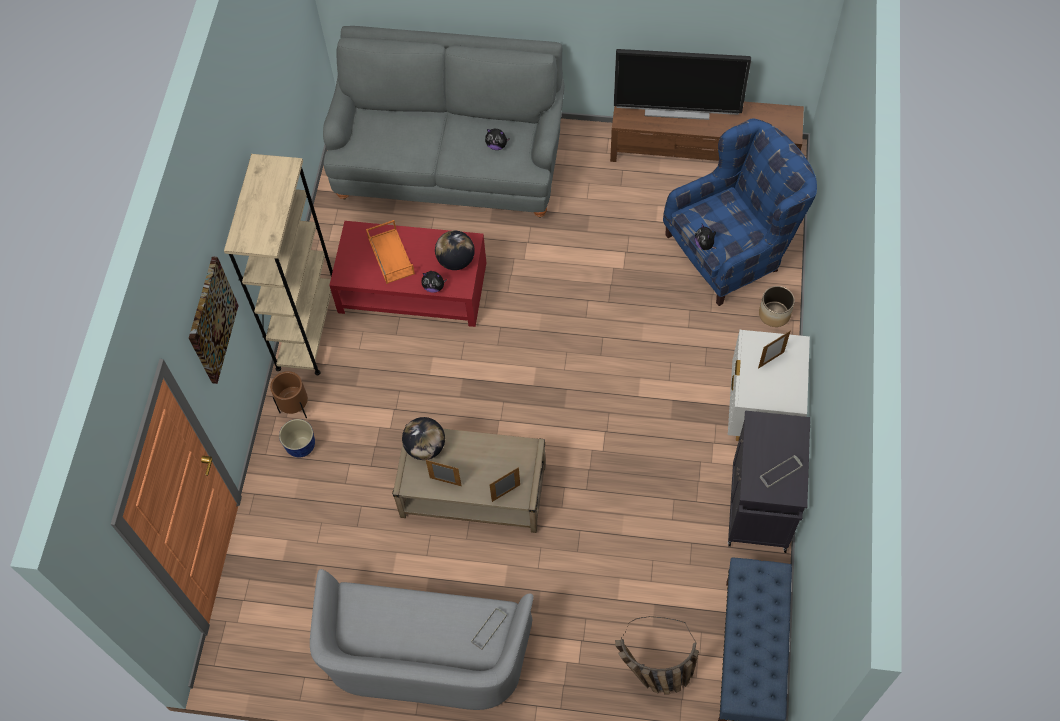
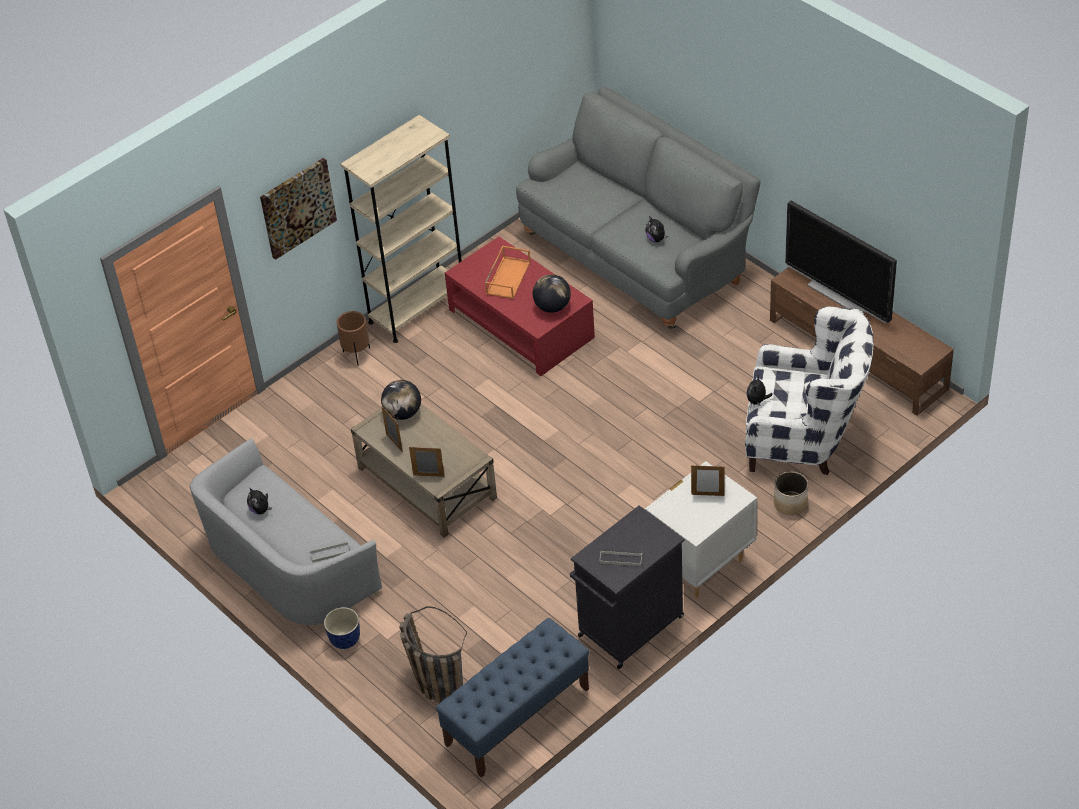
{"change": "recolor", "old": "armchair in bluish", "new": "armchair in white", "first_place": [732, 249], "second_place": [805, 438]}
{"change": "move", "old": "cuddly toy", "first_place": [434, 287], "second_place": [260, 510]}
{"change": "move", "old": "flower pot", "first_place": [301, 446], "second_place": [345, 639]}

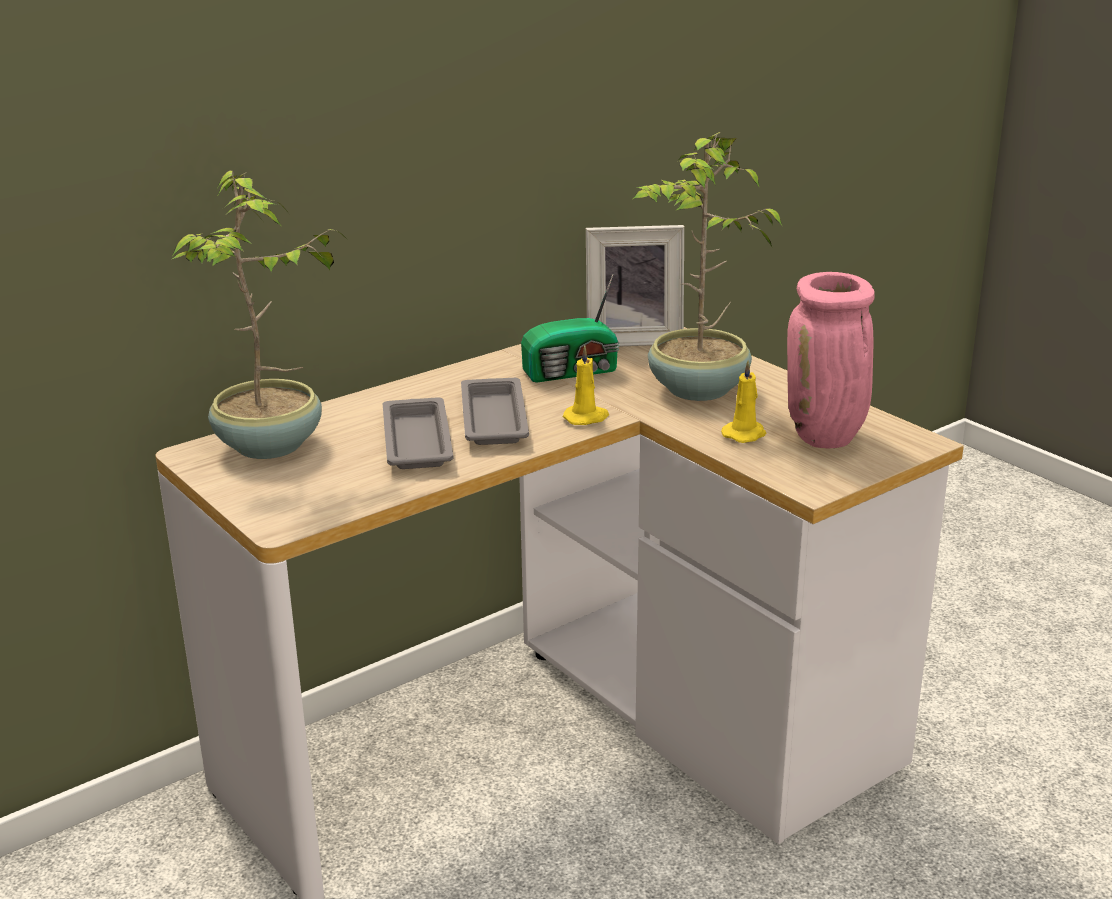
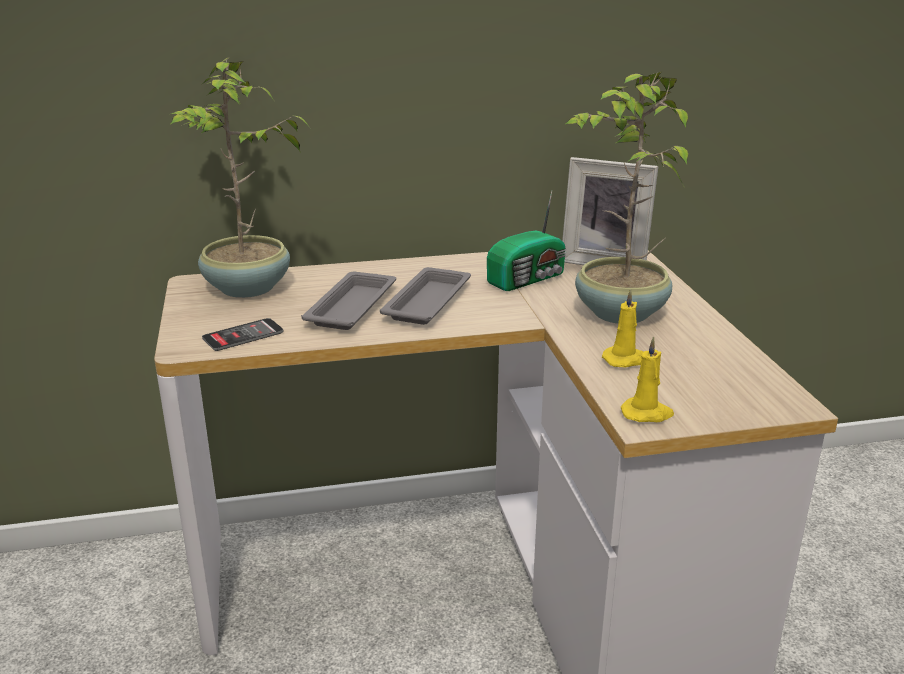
{"change": "delete", "old": "decorative vase in pink-coloured", "first_place": [826, 438]}
{"change": "rotate", "old": "radio", "first_place": [573, 372], "second_place": [529, 279], "degrees": -45}
{"change": "move", "old": "wax light in yellow", "first_place": [586, 418], "second_place": [647, 413]}
{"change": "insert", "new": "phone", "second_place": [243, 335]}

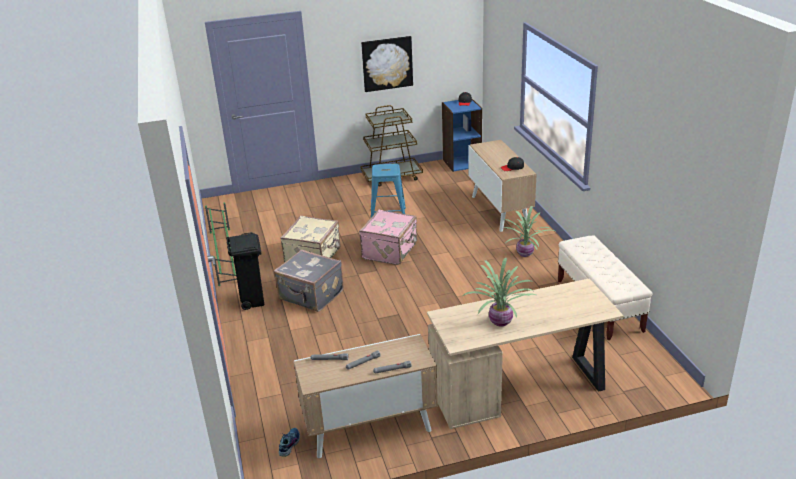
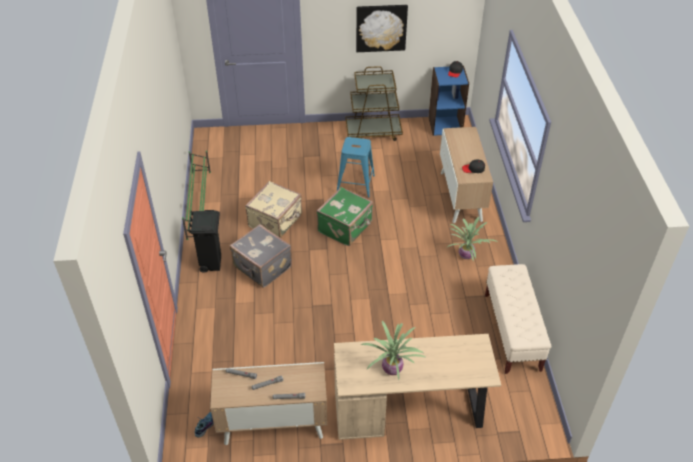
{"change": "recolor", "old": "suitcase in pink-coloured", "new": "suitcase in greenish", "first_place": [391, 251], "second_place": [346, 227]}

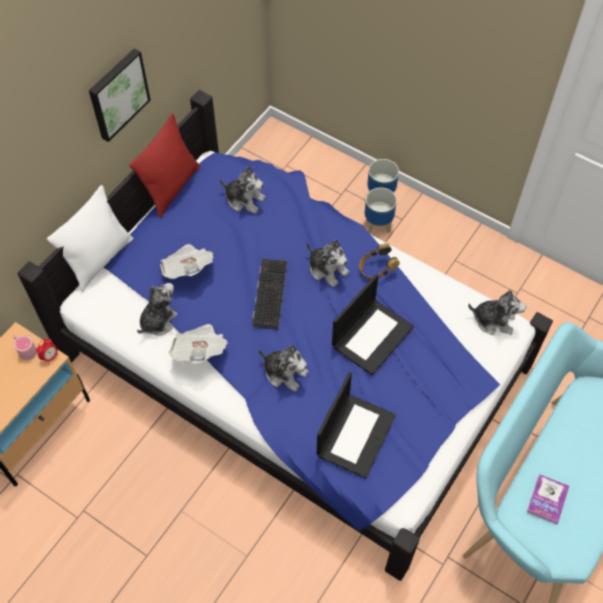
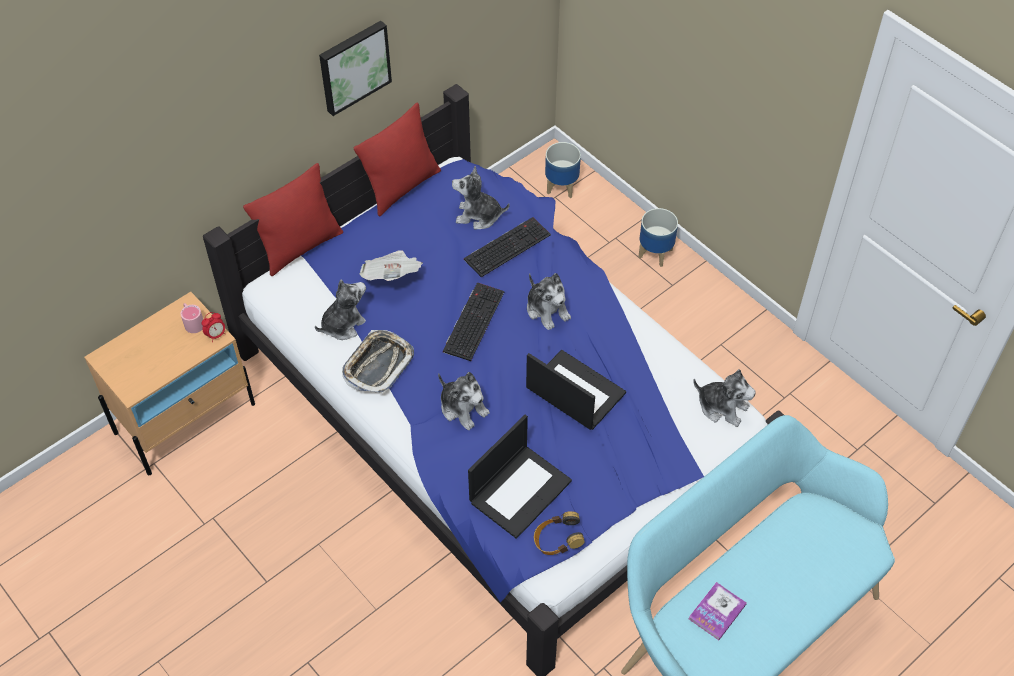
{"change": "rotate", "old": "cuddly toy", "first_place": [244, 199], "second_place": [478, 216], "degrees": 150}
{"change": "recolor", "old": "pillow in white", "new": "pillow in red", "first_place": [100, 259], "second_place": [300, 247]}
{"change": "move", "old": "flower pot", "first_place": [378, 224], "second_place": [562, 187]}
{"change": "move", "old": "headphones", "first_place": [376, 269], "second_place": [557, 542]}
{"change": "rotate", "old": "portable computer", "first_place": [372, 335], "second_place": [574, 391], "degrees": -105}
{"change": "replace", "old": "printed paper", "new": "tray", "first_place": [200, 351], "second_place": [378, 365]}
{"change": "insert", "new": "PC keyboard", "second_place": [507, 246]}

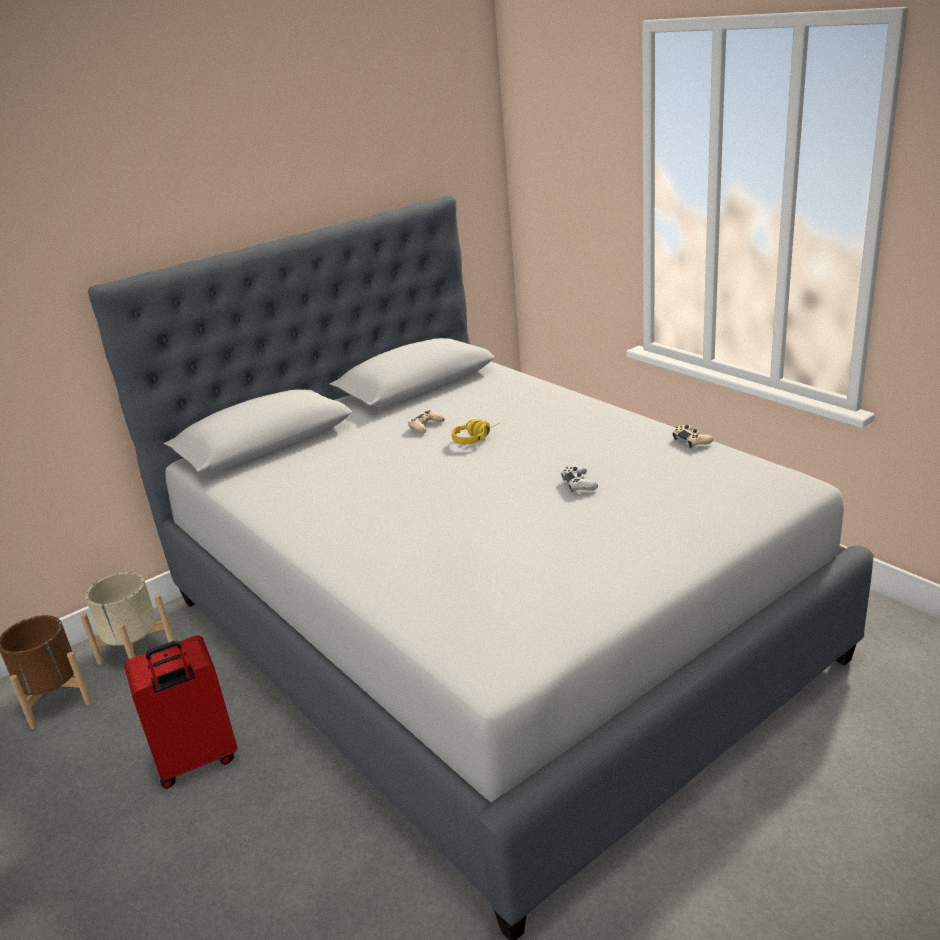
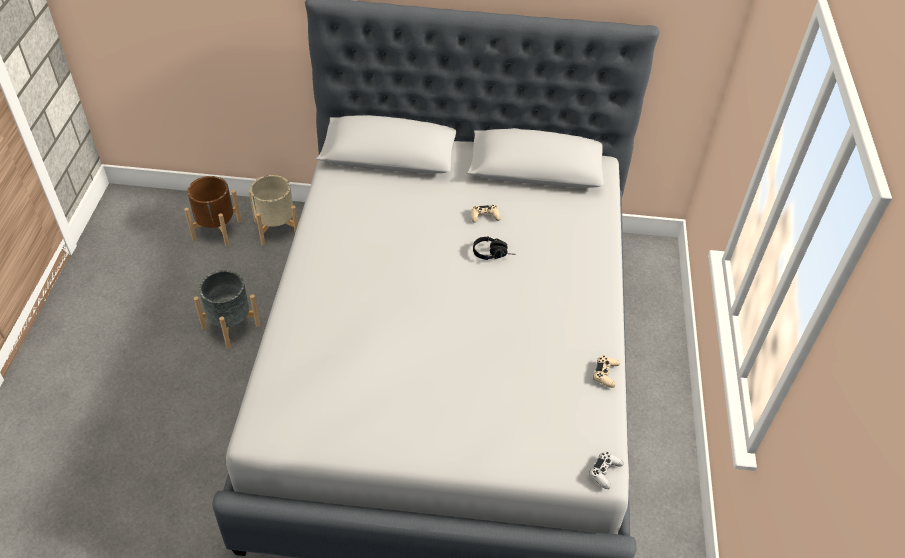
{"change": "recolor", "old": "headphones in yellow", "new": "headphones in black", "first_place": [476, 438], "second_place": [494, 253]}
{"change": "move", "old": "joypad in white", "first_place": [579, 484], "second_place": [605, 472]}
{"change": "replace", "old": "suitcase in red", "new": "flower pot in greyish", "first_place": [197, 761], "second_place": [231, 326]}

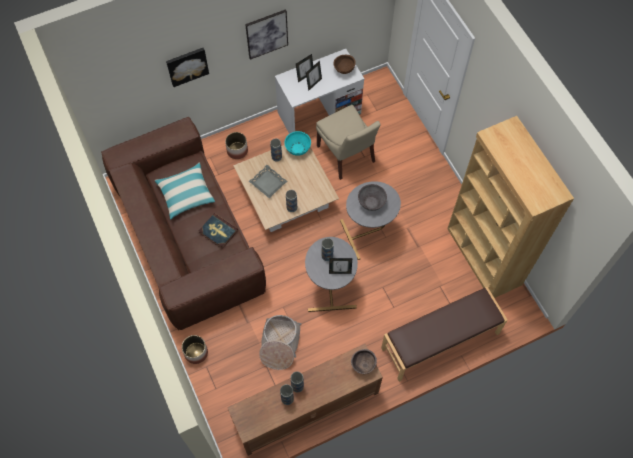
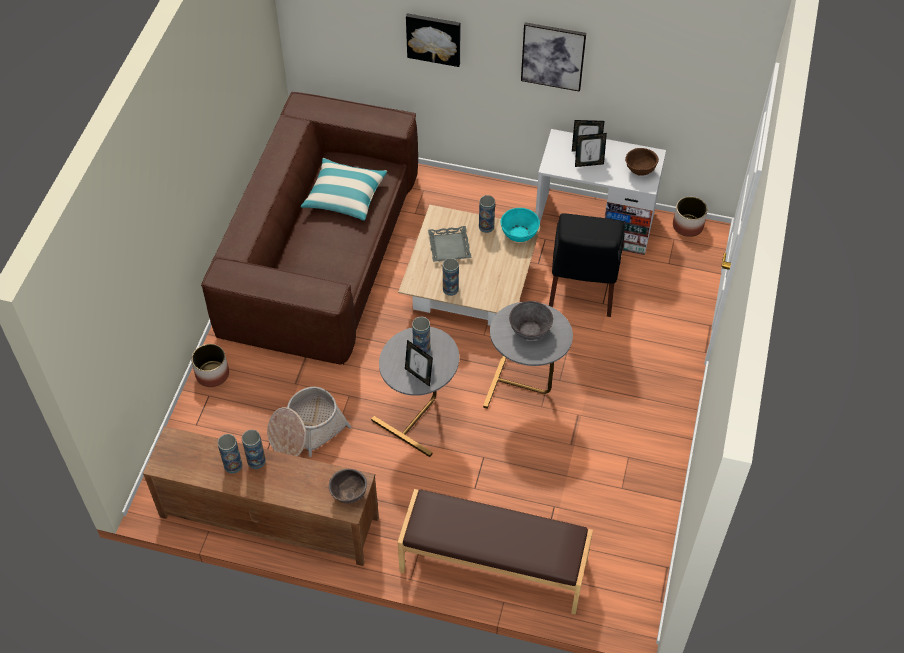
{"change": "recolor", "old": "chair in beige-coloured", "new": "chair in black", "first_place": [346, 155], "second_place": [582, 288]}
{"change": "delete", "old": "bookshelf in brown", "first_place": [483, 257]}
{"change": "move", "old": "flower pot", "first_place": [237, 150], "second_place": [688, 225]}
{"change": "delete", "old": "book", "first_place": [218, 231]}

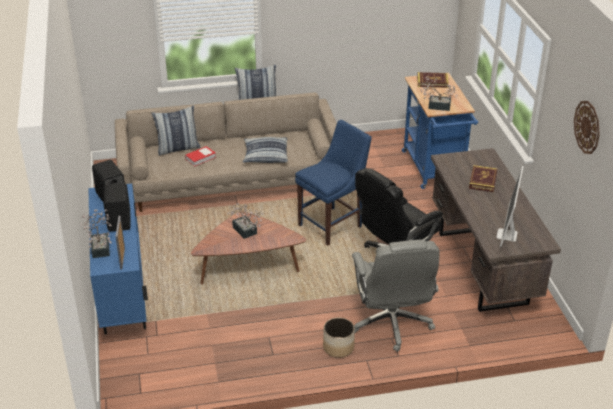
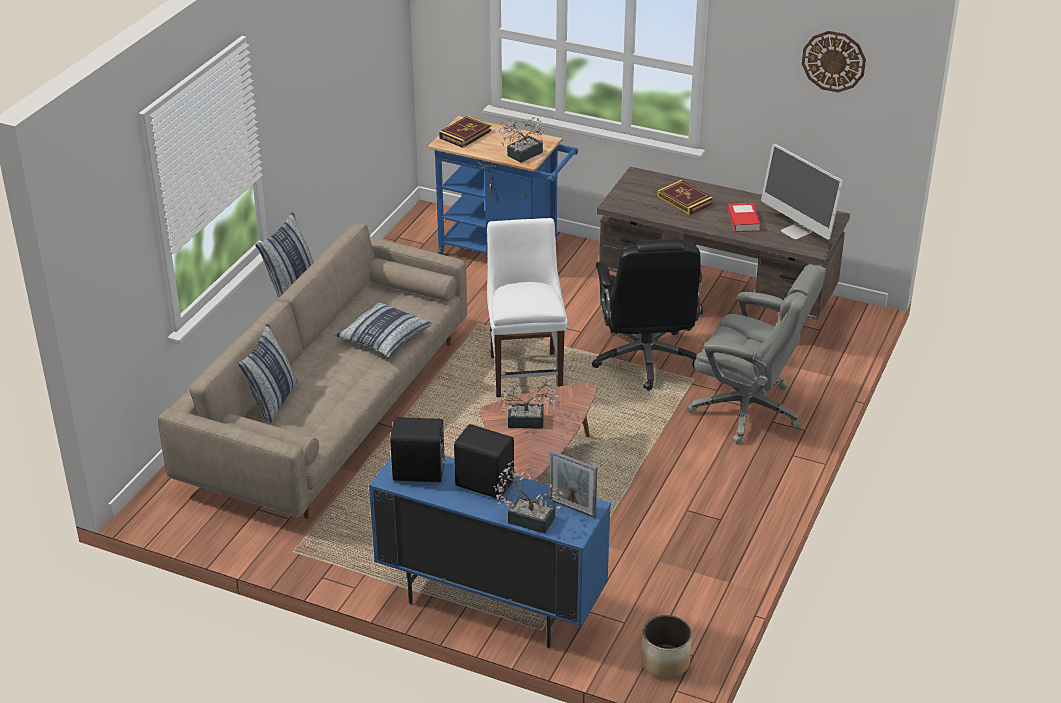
{"change": "recolor", "old": "chair in bluish", "new": "chair in white", "first_place": [332, 225], "second_place": [526, 371]}
{"change": "move", "old": "book", "first_place": [200, 158], "second_place": [743, 221]}
{"change": "move", "old": "flower pot", "first_place": [338, 347], "second_place": [665, 662]}

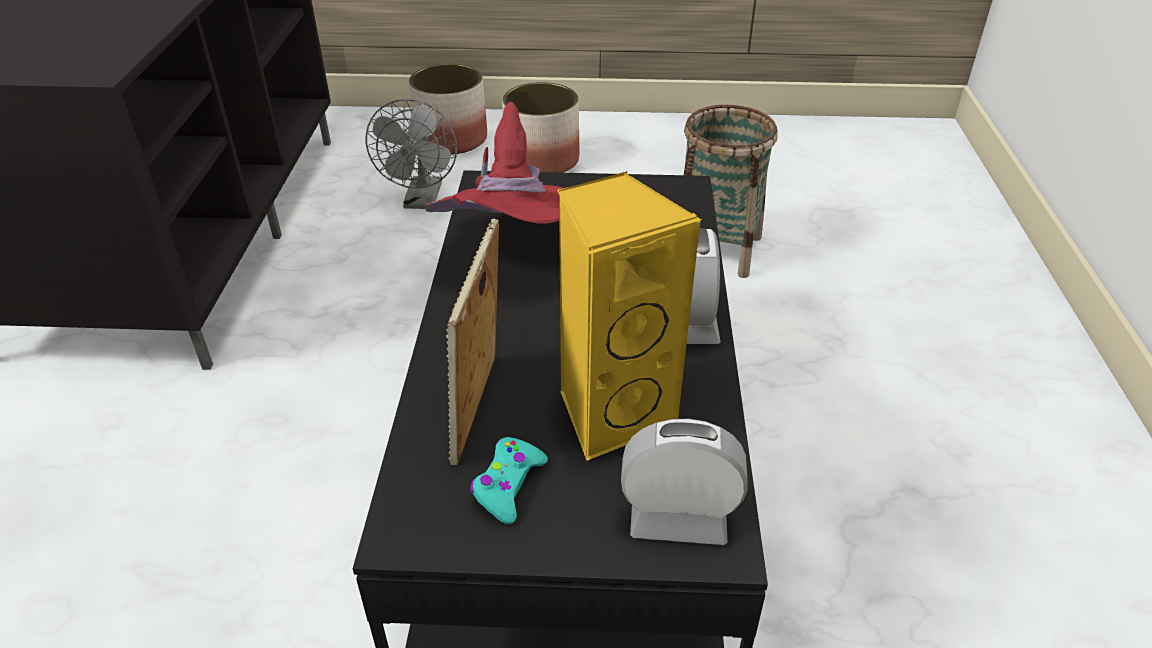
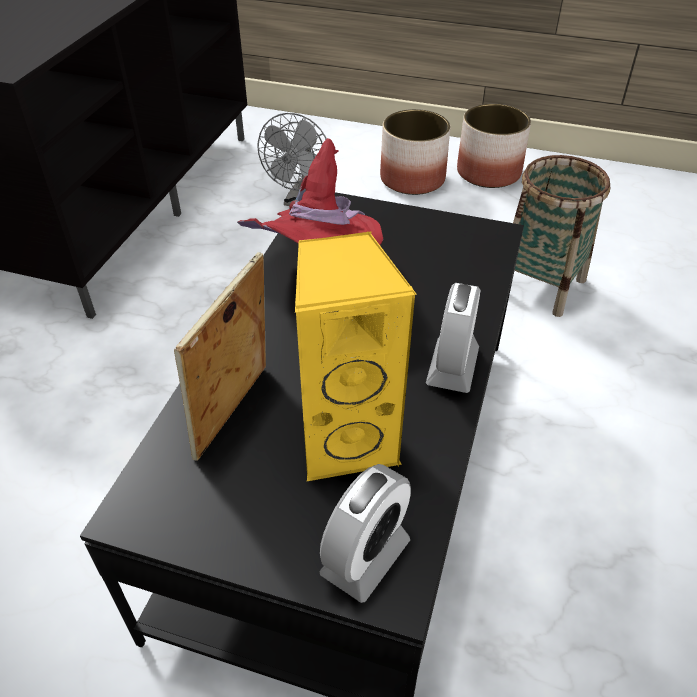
{"change": "move", "old": "flower pot", "first_place": [452, 140], "second_place": [489, 173]}
{"change": "rotate", "old": "alarm clock", "first_place": [678, 520], "second_place": [365, 557], "degrees": 105}
{"change": "delete", "old": "joypad in blue-green", "first_place": [508, 486]}

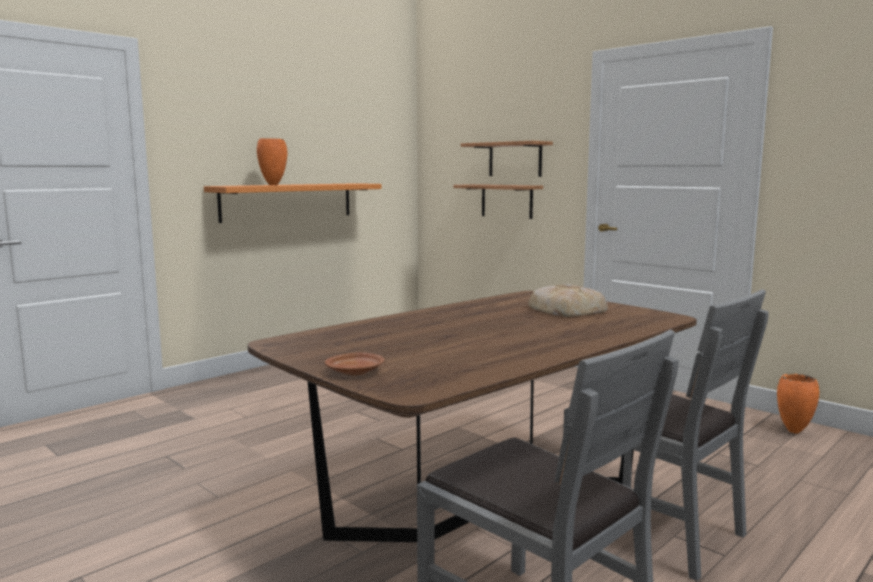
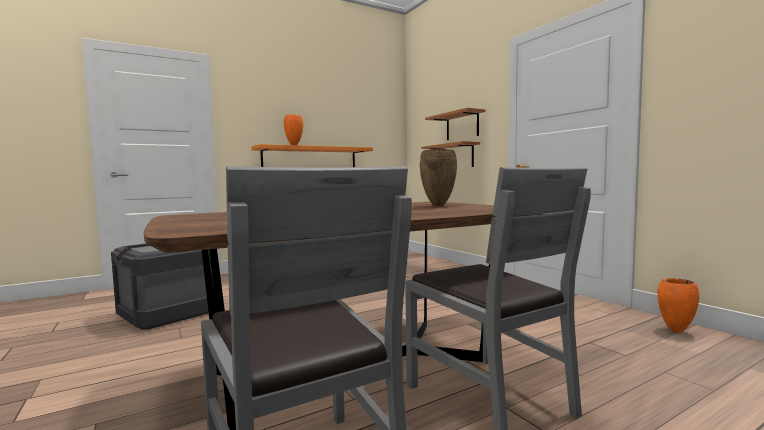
{"change": "replace", "old": "baked bread", "new": "decorative vase in brown", "first_place": [567, 309], "second_place": [438, 206]}
{"change": "delete", "old": "dinner plate in brown", "first_place": [355, 372]}
{"change": "insert", "new": "crate", "second_place": [167, 313]}

